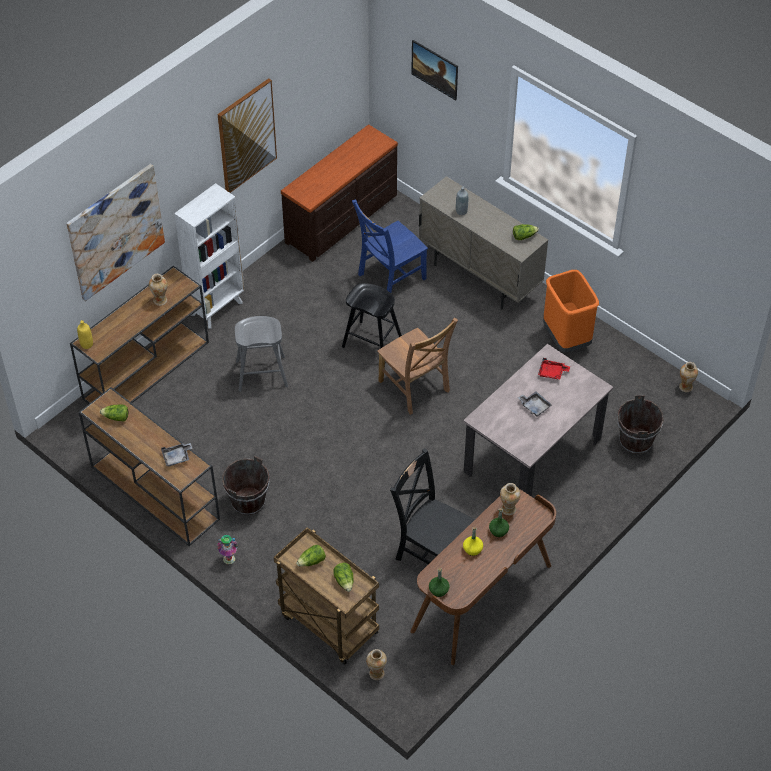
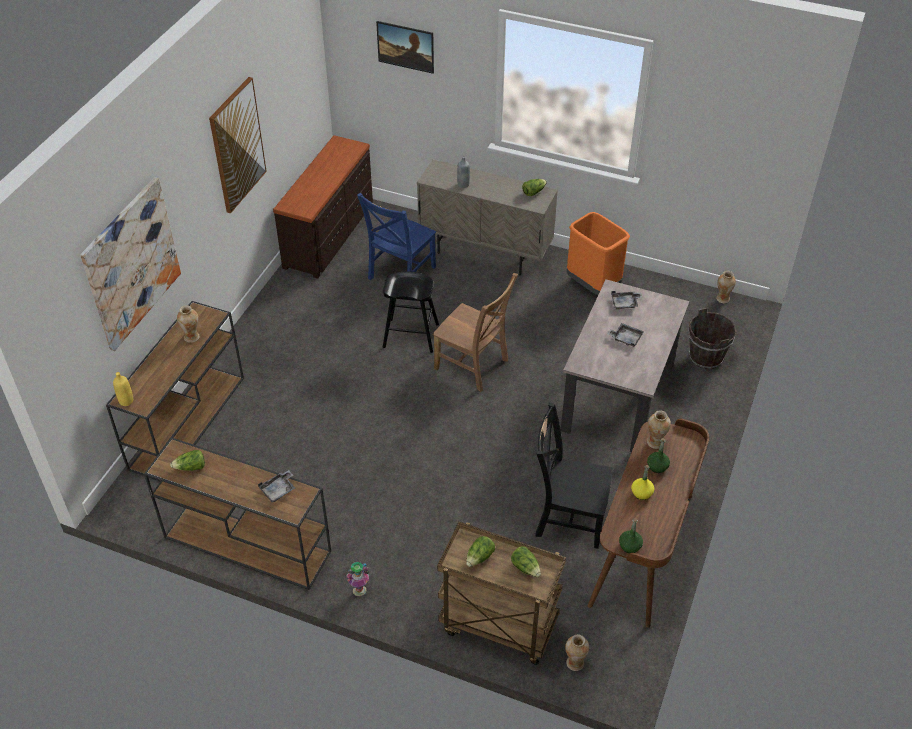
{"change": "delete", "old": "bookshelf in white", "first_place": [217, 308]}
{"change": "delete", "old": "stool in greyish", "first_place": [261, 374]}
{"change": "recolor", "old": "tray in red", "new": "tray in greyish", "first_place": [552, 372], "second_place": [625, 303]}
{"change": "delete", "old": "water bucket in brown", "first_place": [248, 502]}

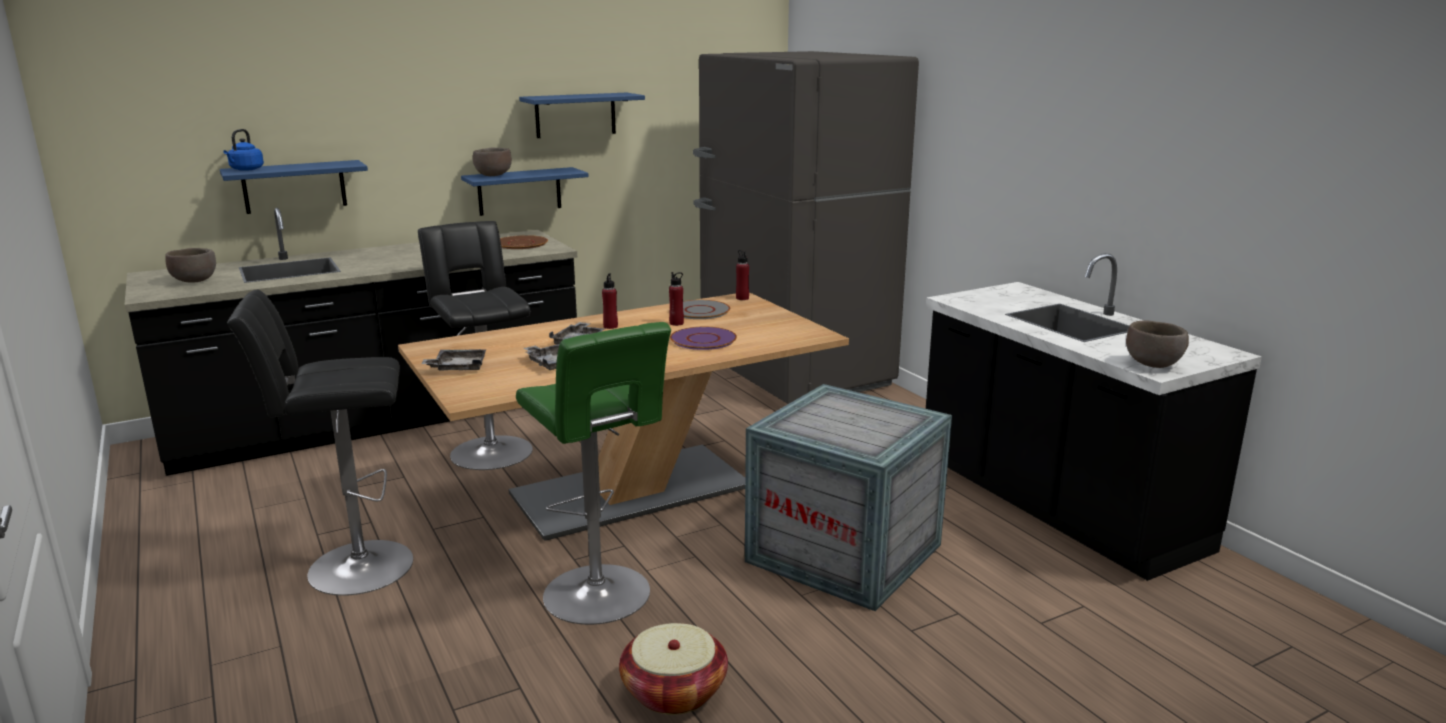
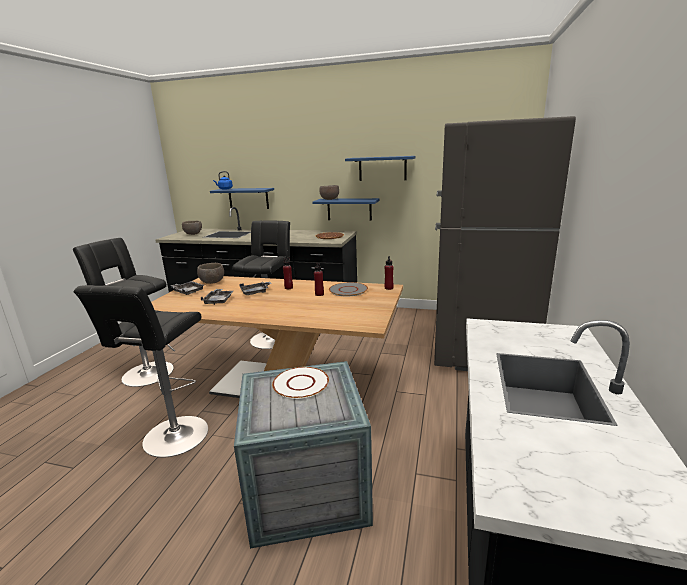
{"change": "move", "old": "serving bowl in brown", "first_place": [1153, 365], "second_place": [212, 282]}
{"change": "recolor", "old": "stool in greenish", "new": "stool in black", "first_place": [601, 597], "second_place": [173, 439]}
{"change": "delete", "old": "dinner plate in purple-coloured", "first_place": [703, 339]}
{"change": "delete", "old": "storage basket", "first_place": [674, 691]}
{"change": "insert", "new": "dinner plate in white", "second_place": [301, 383]}

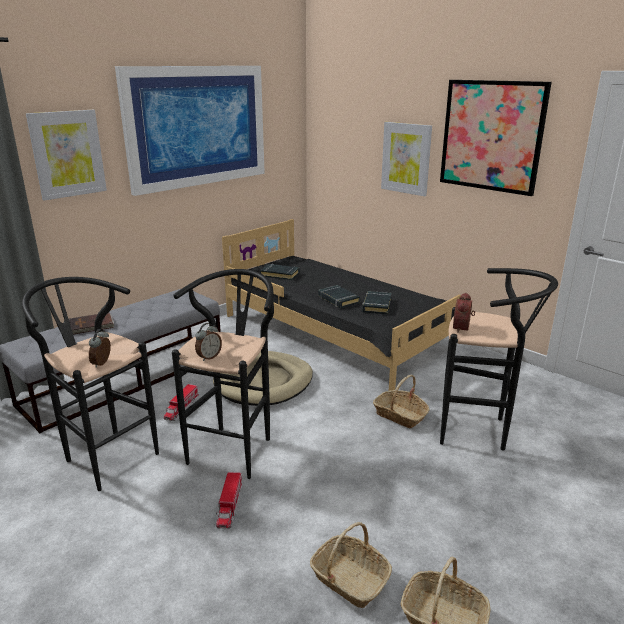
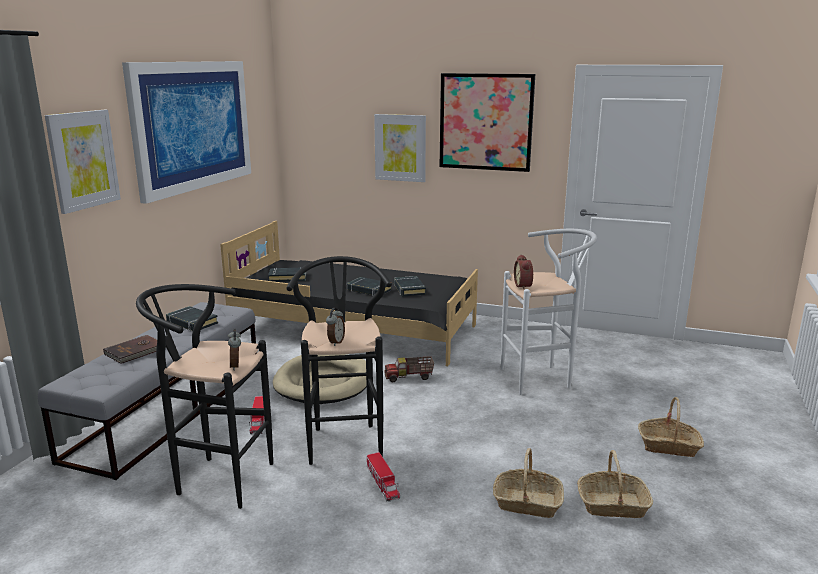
{"change": "recolor", "old": "stool in black", "new": "stool in white", "first_place": [480, 430], "second_place": [542, 378]}
{"change": "move", "old": "storage basket", "first_place": [400, 415], "second_place": [668, 446]}
{"change": "insert", "new": "book in black", "second_place": [192, 323]}
{"change": "insert", "new": "model truck", "second_place": [409, 377]}

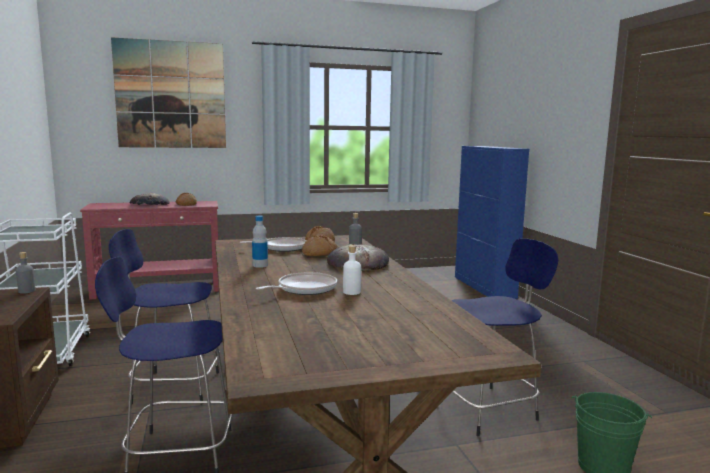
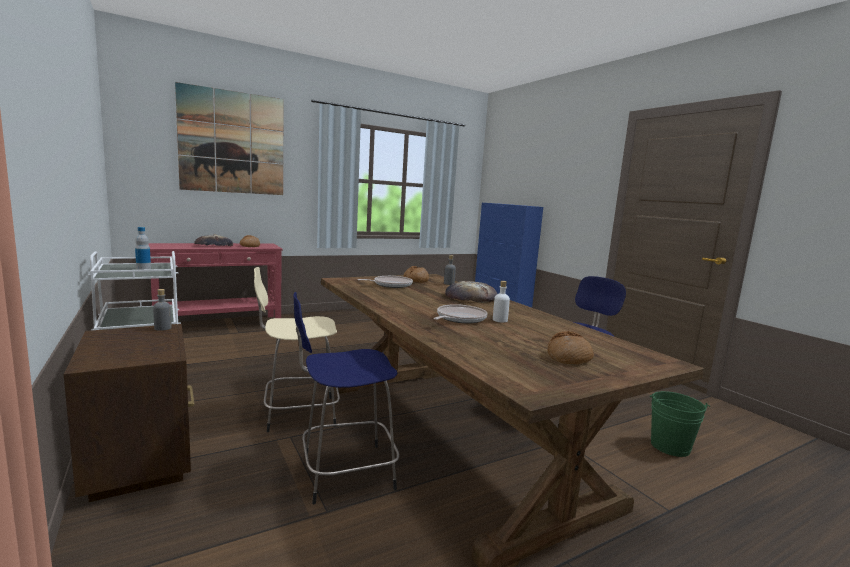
{"change": "move", "old": "beverage bottle", "first_place": [260, 265], "second_place": [143, 268]}
{"change": "recolor", "old": "stool in bluish", "new": "stool in beige-coloured", "first_place": [173, 387], "second_place": [298, 414]}
{"change": "move", "old": "baked bread", "first_place": [319, 253], "second_place": [569, 357]}

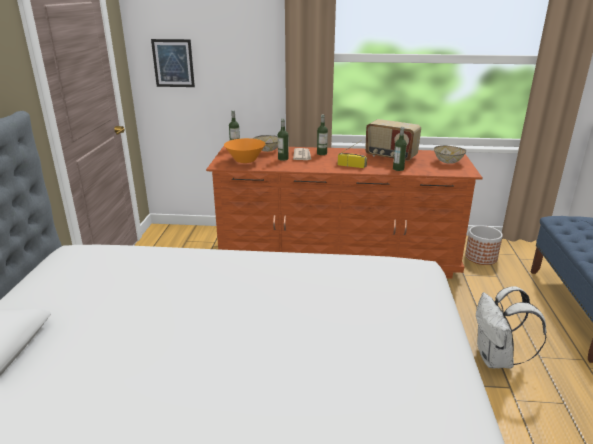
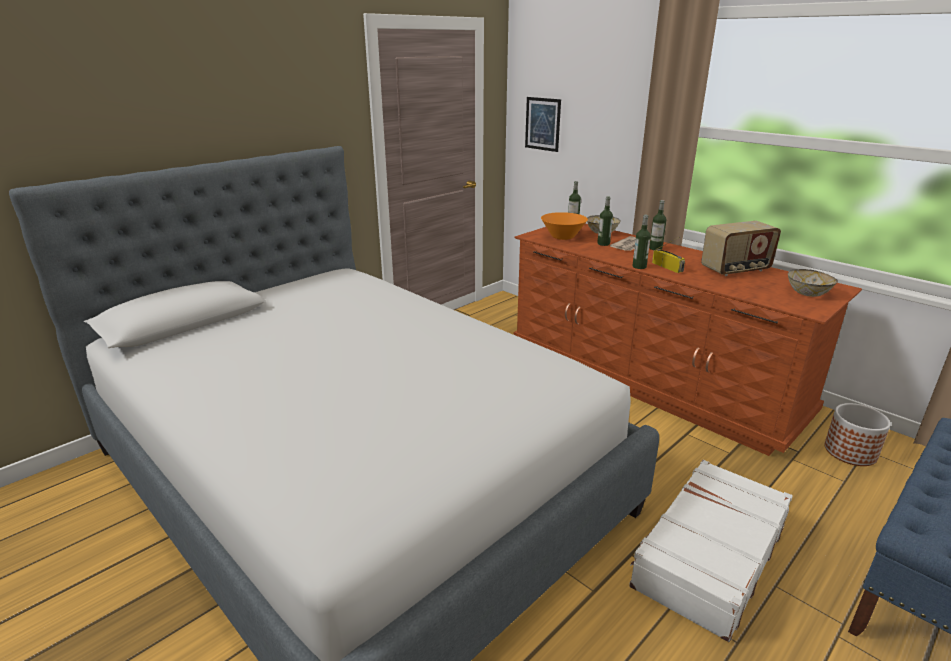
{"change": "rotate", "old": "radio", "first_place": [390, 156], "second_place": [736, 270], "degrees": -90}
{"change": "move", "old": "beverage bottle", "first_place": [398, 169], "second_place": [639, 266]}
{"change": "replace", "old": "knapsack in white", "new": "suitcase in white", "first_place": [496, 359], "second_place": [708, 556]}

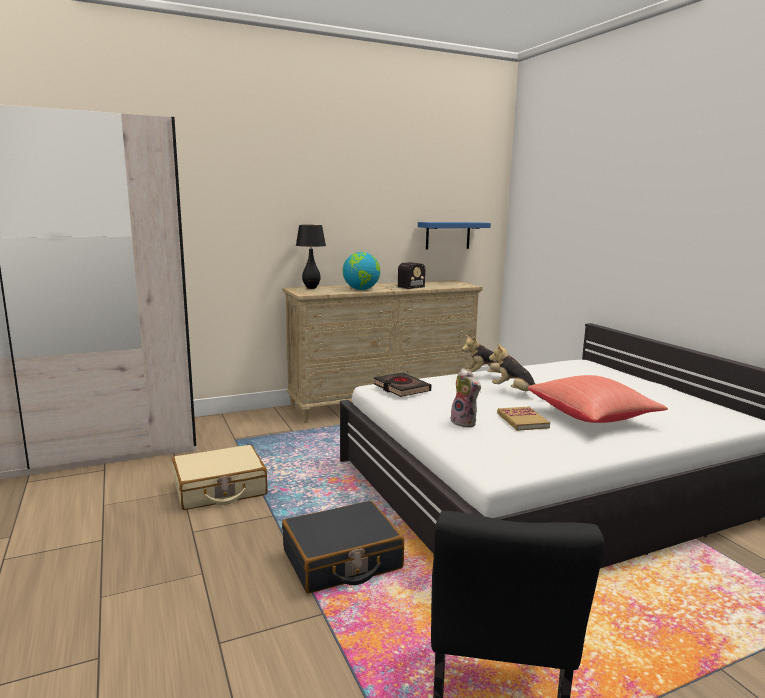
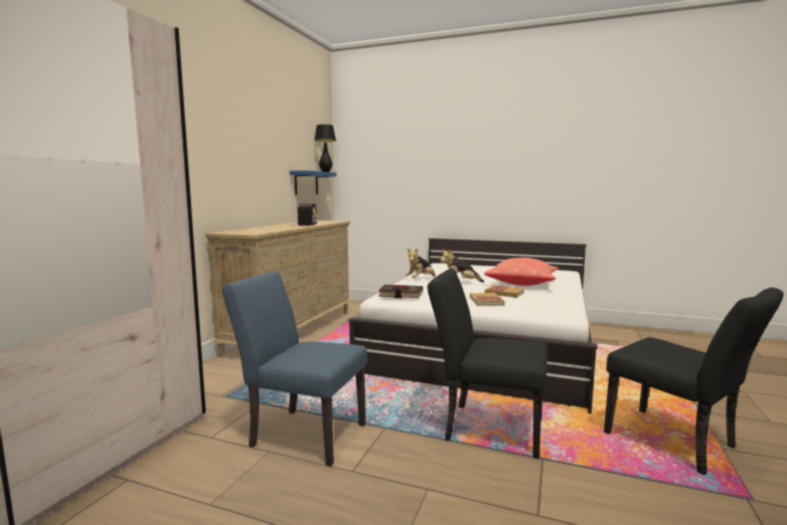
{"change": "move", "old": "tabletop lamp in black", "first_place": [311, 288], "second_place": [326, 172]}
{"change": "delete", "old": "globe", "first_place": [361, 289]}
{"change": "replace", "old": "cuddly toy", "new": "book", "first_place": [465, 422], "second_place": [486, 301]}
{"change": "replace", "old": "suitcase in beige-coloured", "new": "chair in bluish", "first_place": [220, 489], "second_place": [301, 433]}
{"change": "replace", "old": "suitcase in black", "new": "chair in black", "first_place": [342, 560], "second_place": [485, 427]}

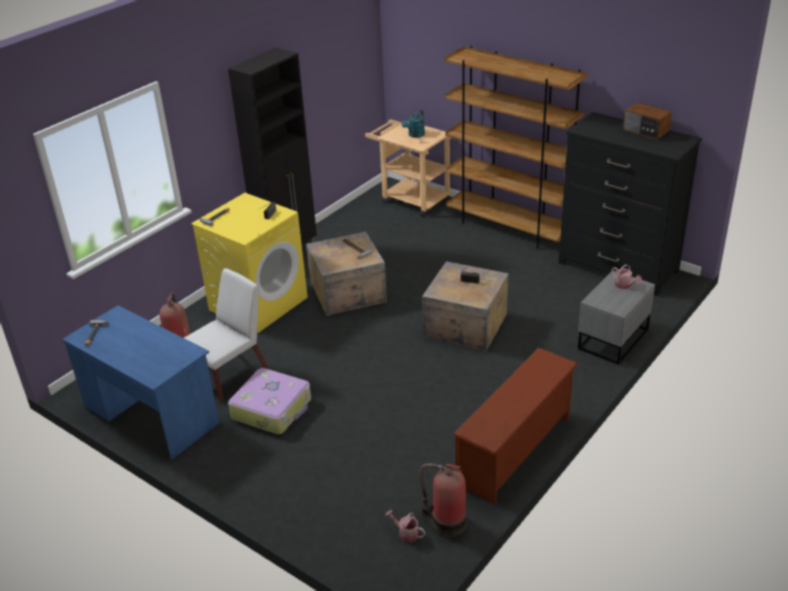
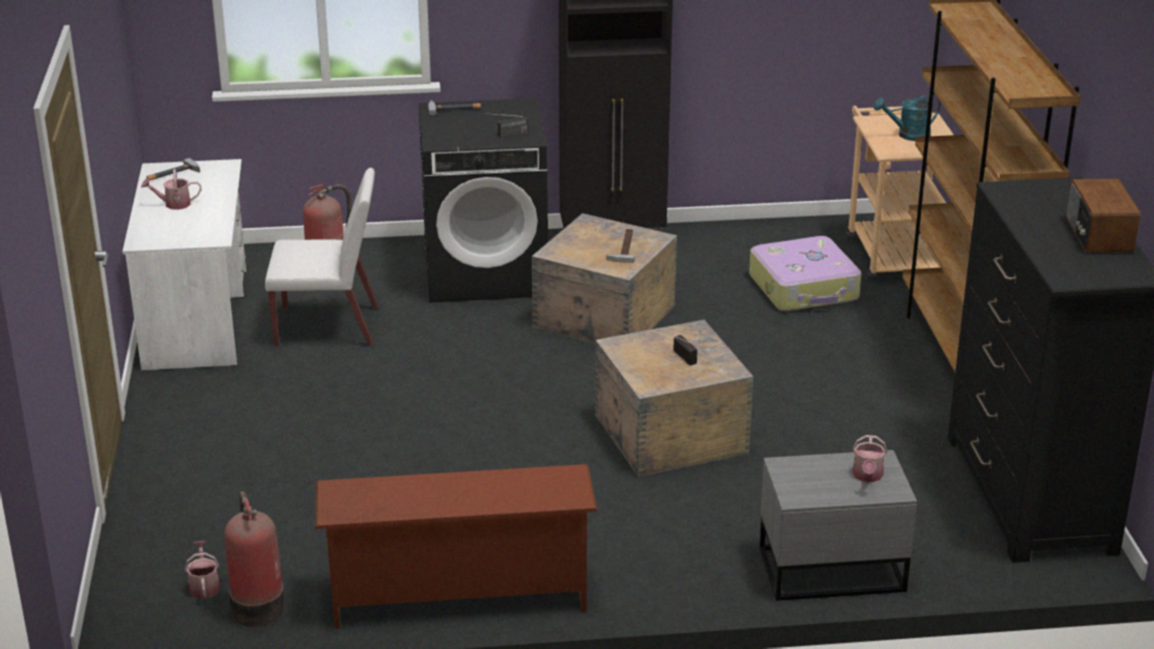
{"change": "recolor", "old": "laundry appliance in yellow", "new": "laundry appliance in black", "first_place": [258, 303], "second_place": [486, 273]}
{"change": "recolor", "old": "desk in bluish", "new": "desk in white", "first_place": [150, 414], "second_place": [196, 318]}
{"change": "move", "old": "suitcase", "first_place": [272, 409], "second_place": [804, 288]}
{"change": "insert", "new": "watering pot", "second_place": [173, 204]}

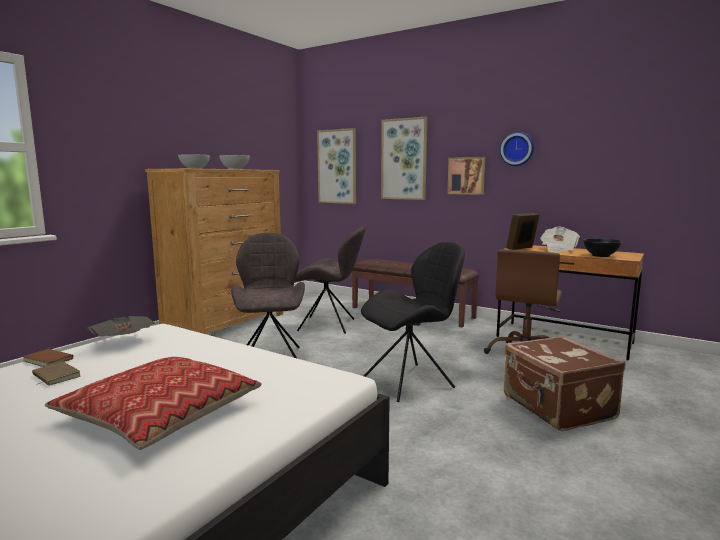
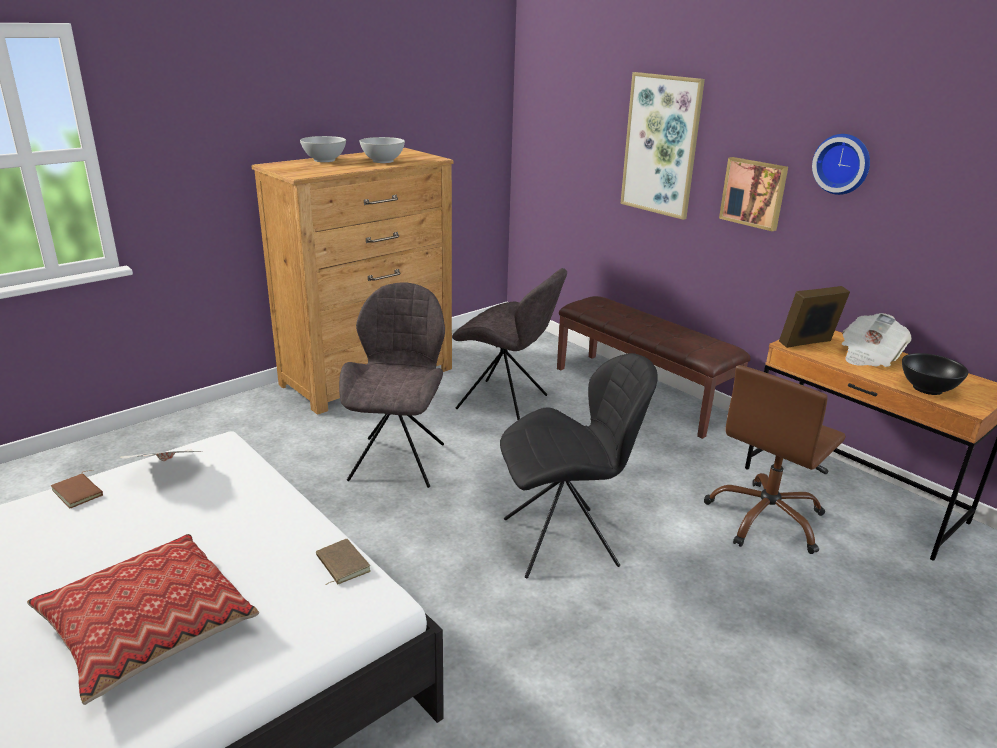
{"change": "delete", "old": "wall art", "first_place": [337, 166]}
{"change": "delete", "old": "suitcase in brown", "first_place": [557, 408]}
{"change": "move", "old": "book in brown", "first_place": [54, 376], "second_place": [341, 564]}

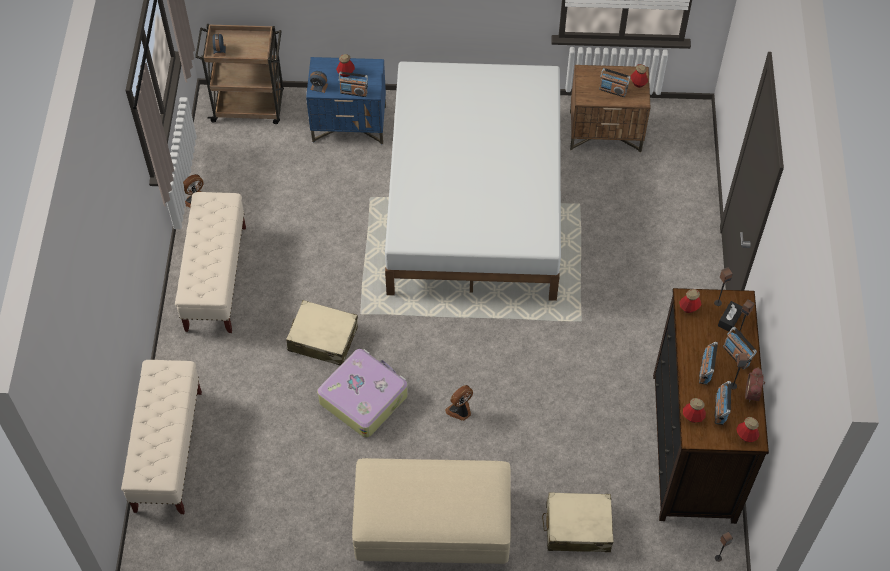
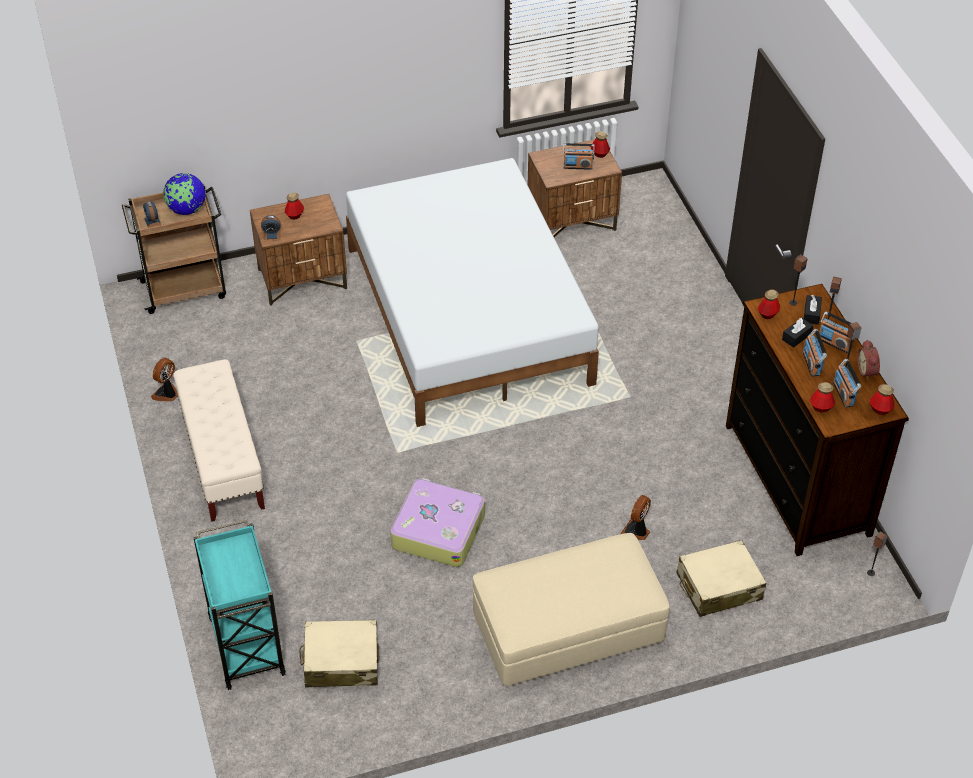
{"change": "recolor", "old": "bedside table in bluish", "new": "bedside table in brown", "first_place": [350, 124], "second_place": [303, 279]}
{"change": "delete", "old": "radio", "first_place": [354, 92]}
{"change": "move", "old": "suitcase in beige-coloured", "first_place": [323, 339], "second_place": [341, 662]}
{"change": "replace", "old": "bench in beige-coloured", "new": "wheeled cart in blue-green", "first_place": [168, 450], "second_place": [246, 643]}
{"change": "move", "old": "electric fan", "first_place": [460, 411], "second_place": [636, 531]}
{"change": "insert", "new": "globe", "second_place": [187, 209]}
{"change": "insert", "new": "tissue box in black", "second_place": [796, 337]}

